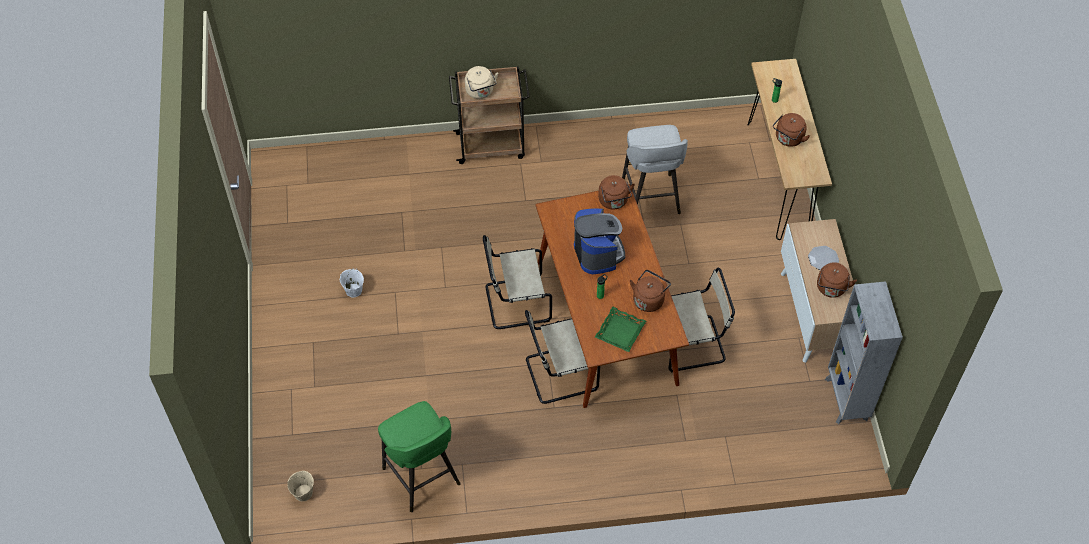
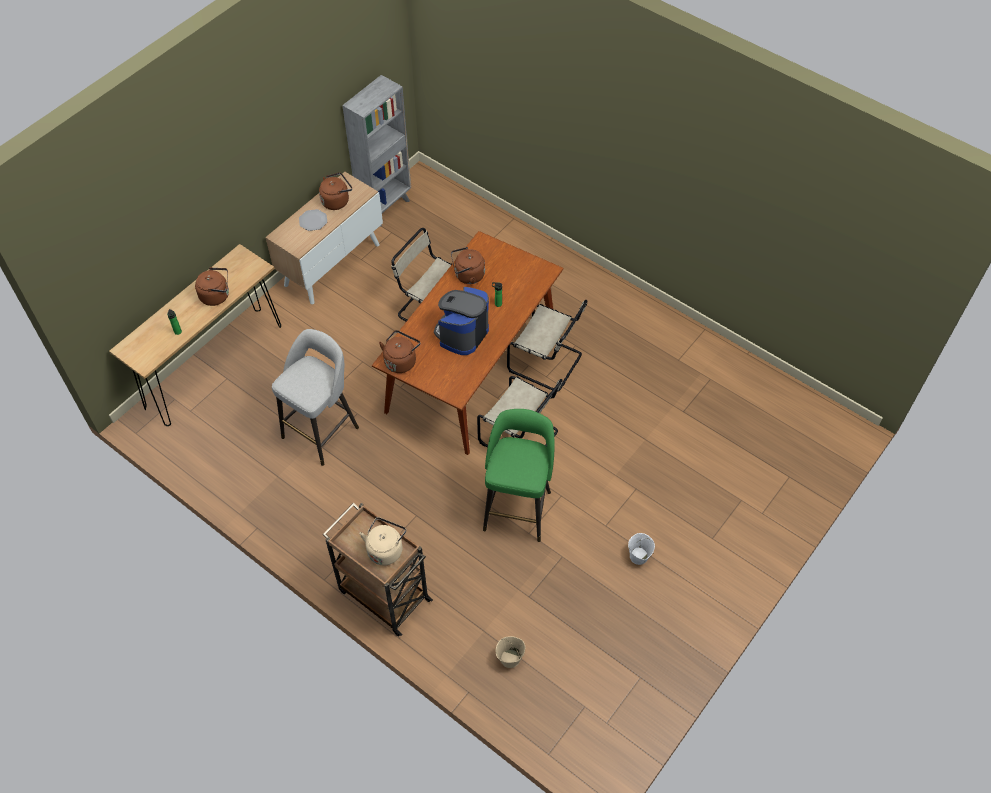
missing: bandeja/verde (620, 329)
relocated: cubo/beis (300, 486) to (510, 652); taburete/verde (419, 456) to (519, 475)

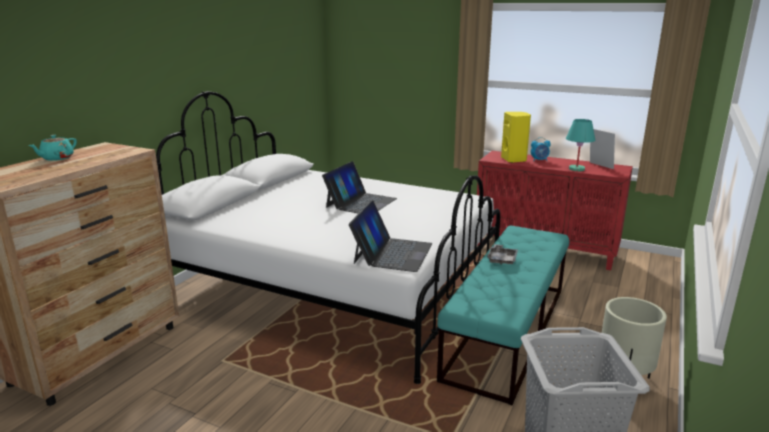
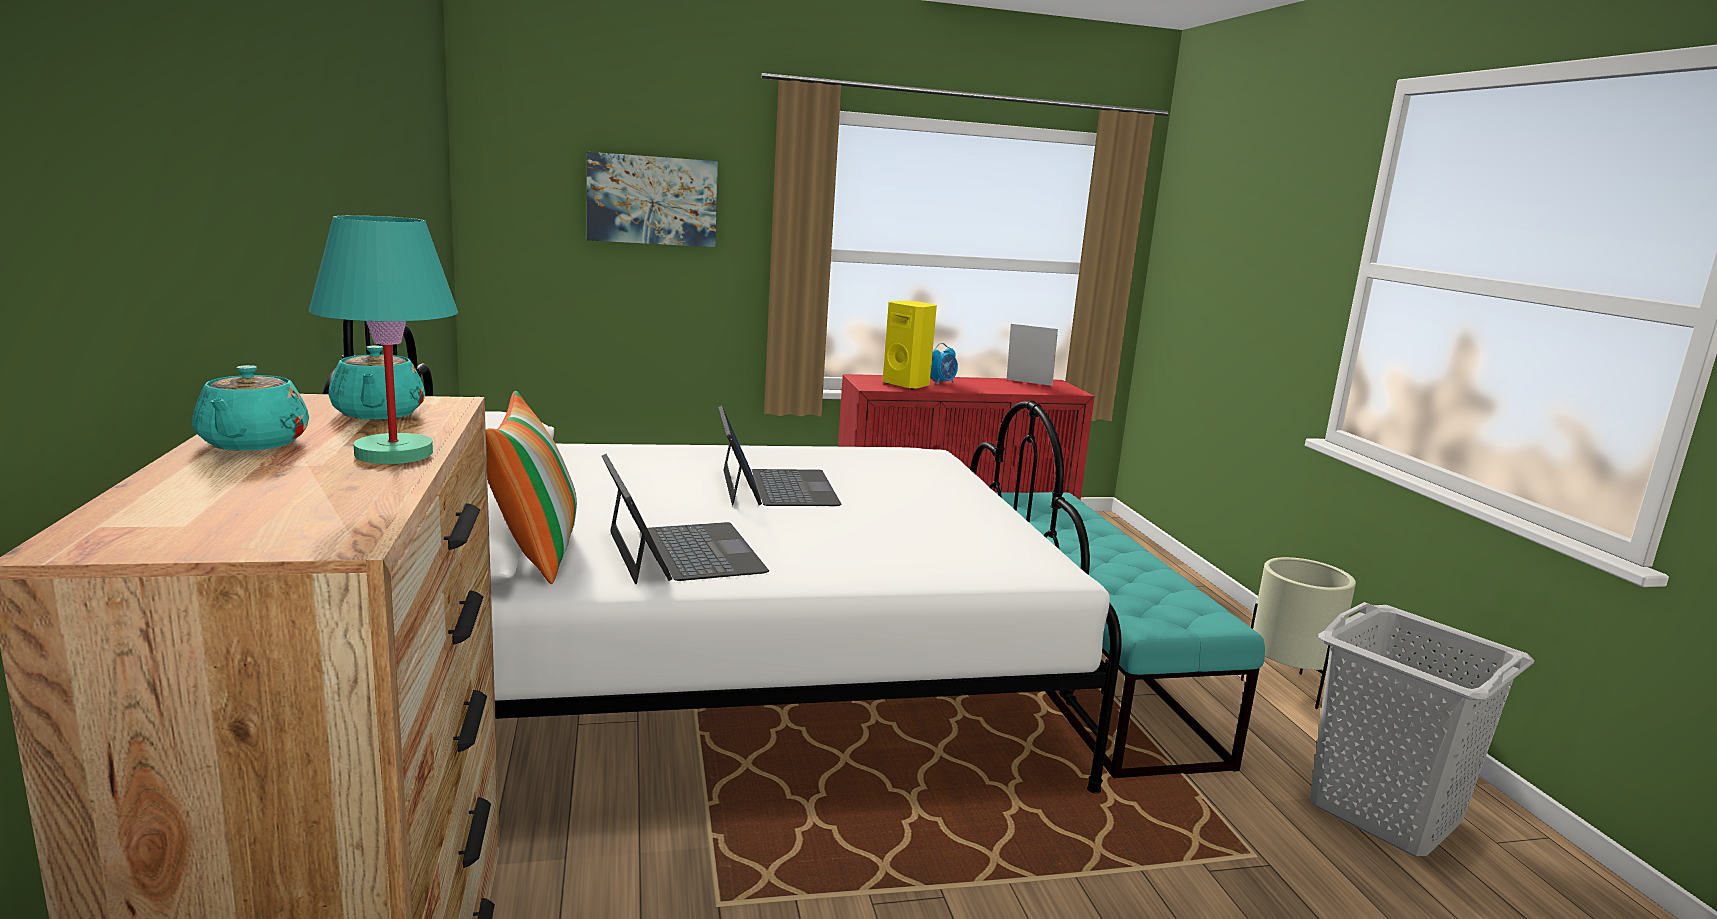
missing: bandeja/gris (502, 254)
appeared: tetera/turquesa (377, 383); cojín (531, 487); cuadro (652, 199)
relocated: portátil (391, 236) to (685, 519); lámpara de mesa/turquesa (580, 145) to (383, 339)

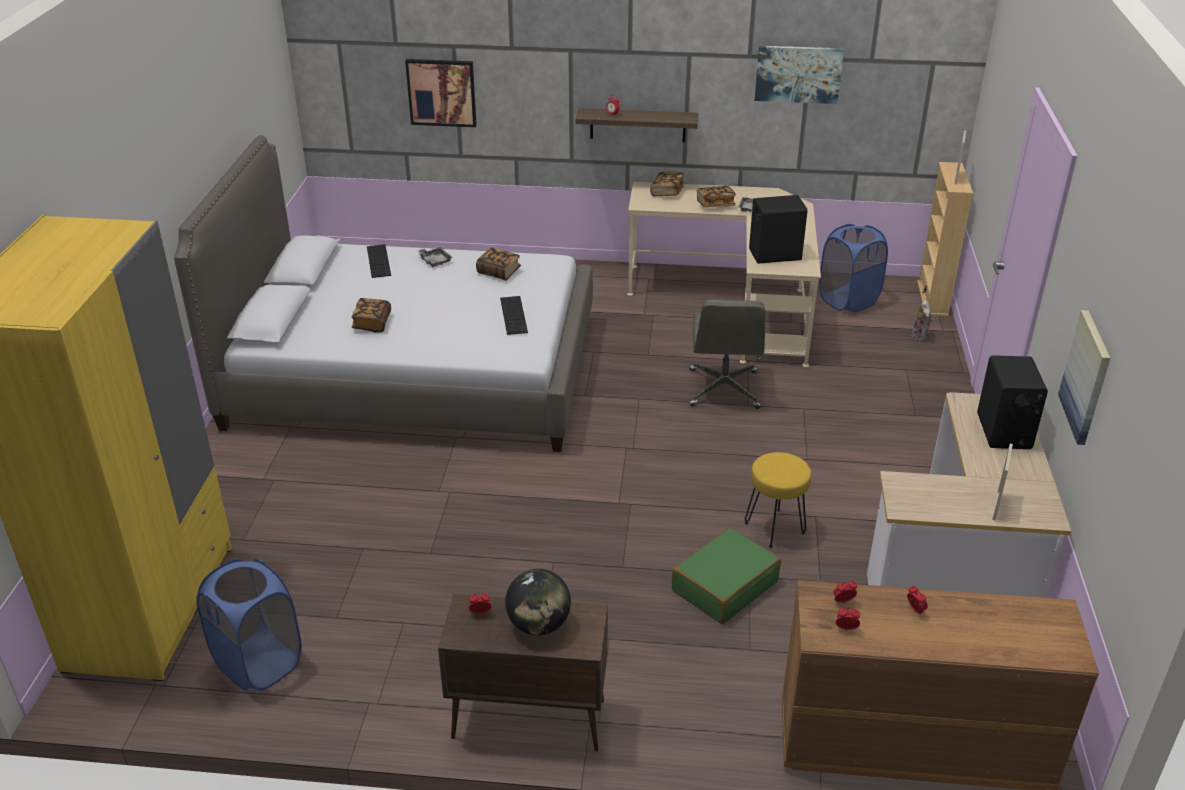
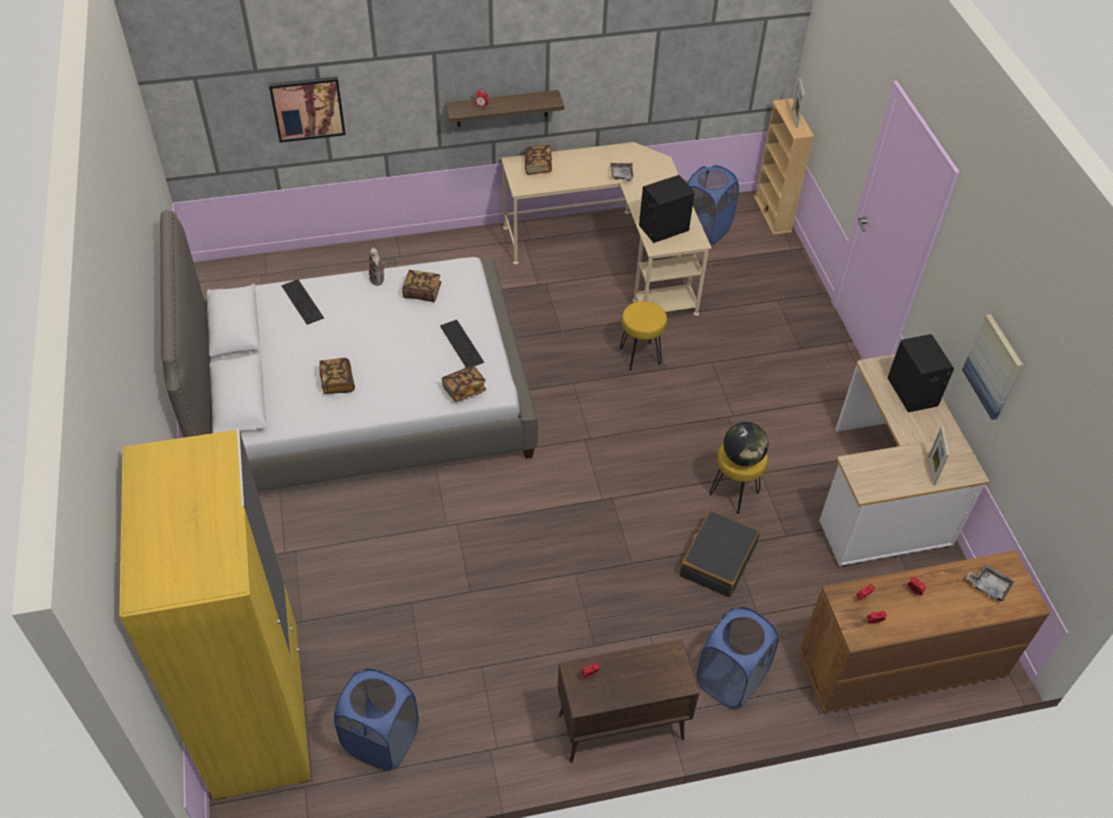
missing: cuadro (799, 74)
appeared: cesto de la ropa/azul (737, 658)
relocated: bandeja/gris (435, 257) to (990, 583); globo terráqueo (538, 602) to (745, 444); libro (716, 196) to (464, 383); peluche (922, 320) to (377, 266)
exchanged: silla de oficina/gris (727, 354) to taburete/amarillo (643, 336)
colour: maleta/verde (726, 575) to maleta/negro (719, 553)

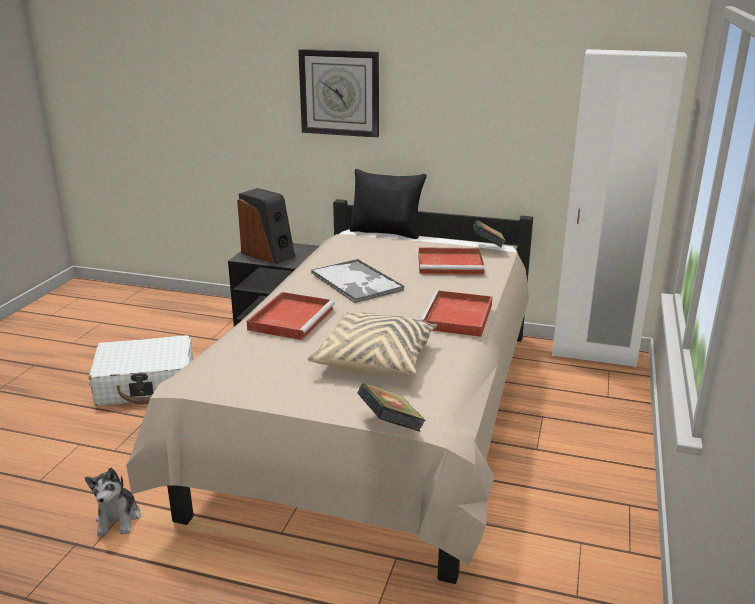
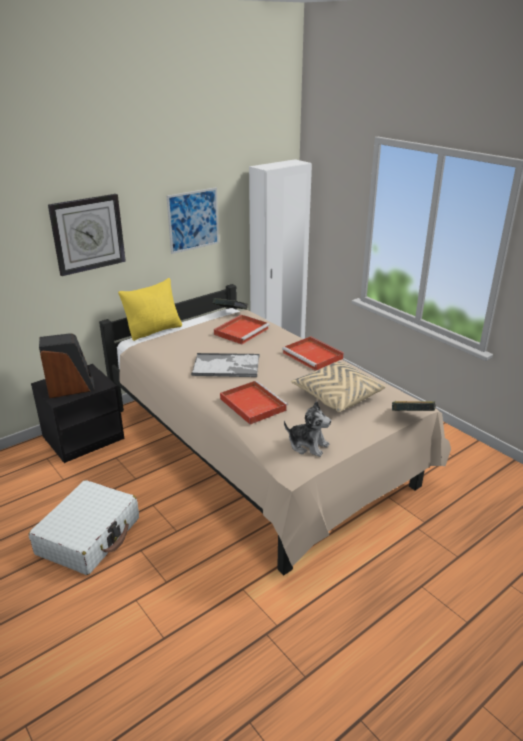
appeared: cuadro (193, 220)
relocated: peluche (113, 502) to (307, 429)
colour: cojín/negro (388, 204) to cojín/amarillo (150, 309)

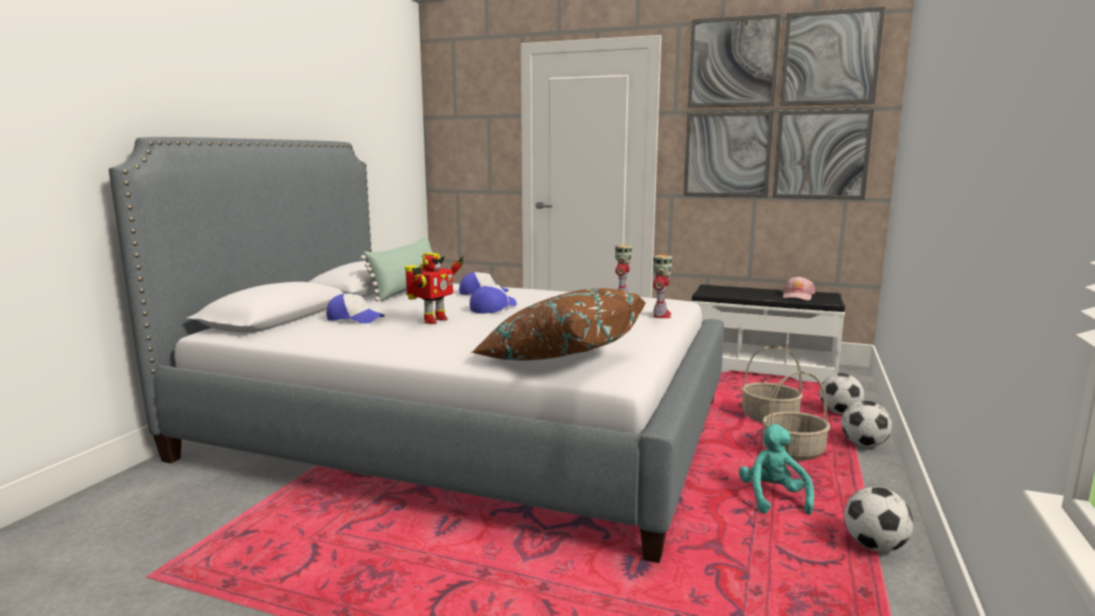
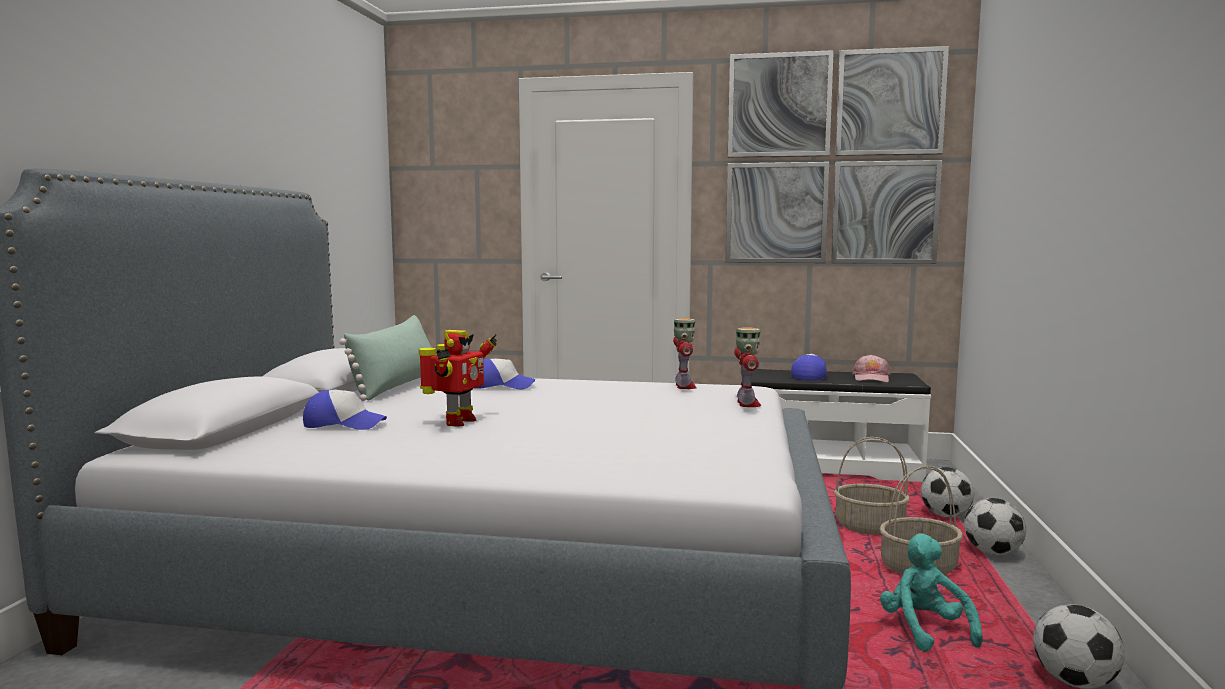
missing: cojín/marrón (558, 324)
relocated: gorra (493, 298) to (809, 367)

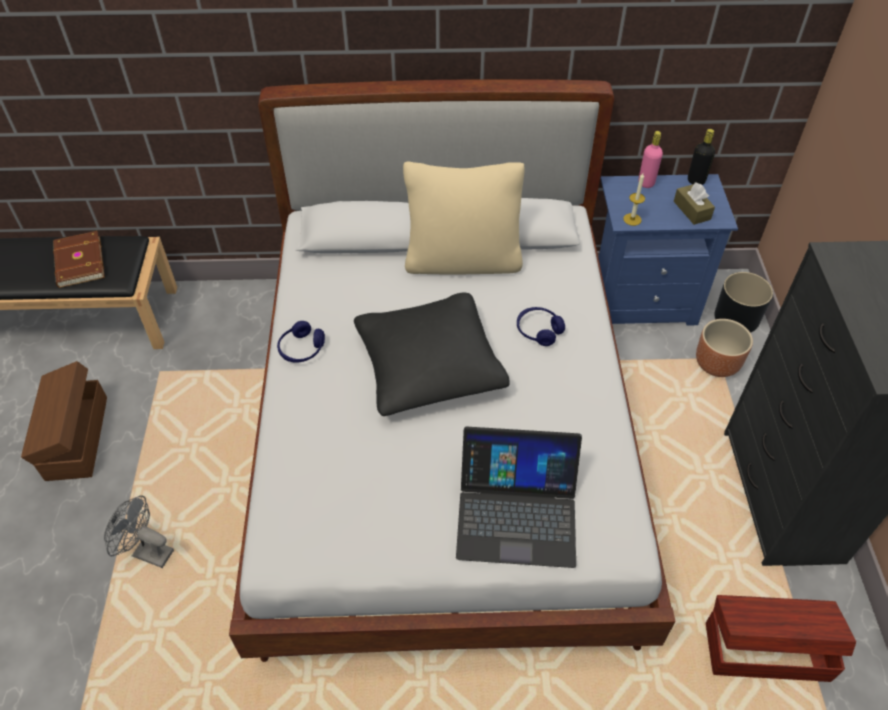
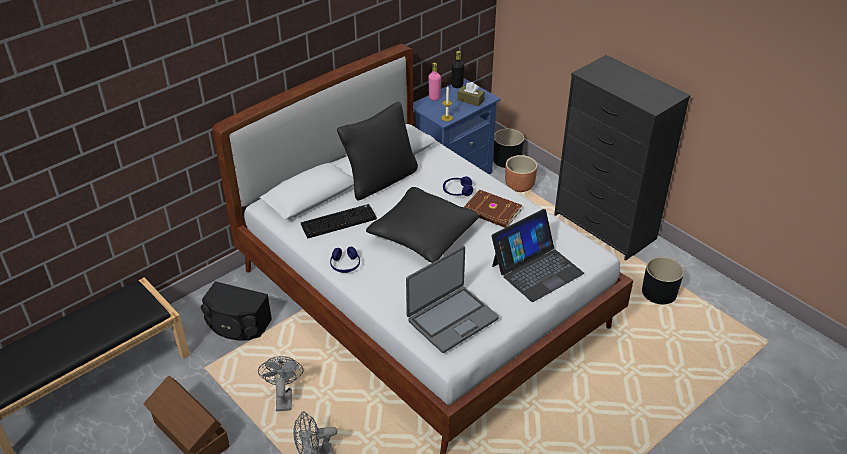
appeared: altavoz/negro (236, 311); ventilador/gris (280, 383); teclado (339, 221); portátil (452, 299)
relocated: libro/marrón (79, 259) to (493, 209)
exchanged: caja de almacenaje/marrón (781, 638) to maceta/negro (663, 280)
colour: cojín/beis (464, 217) to cojín/negro (377, 151)

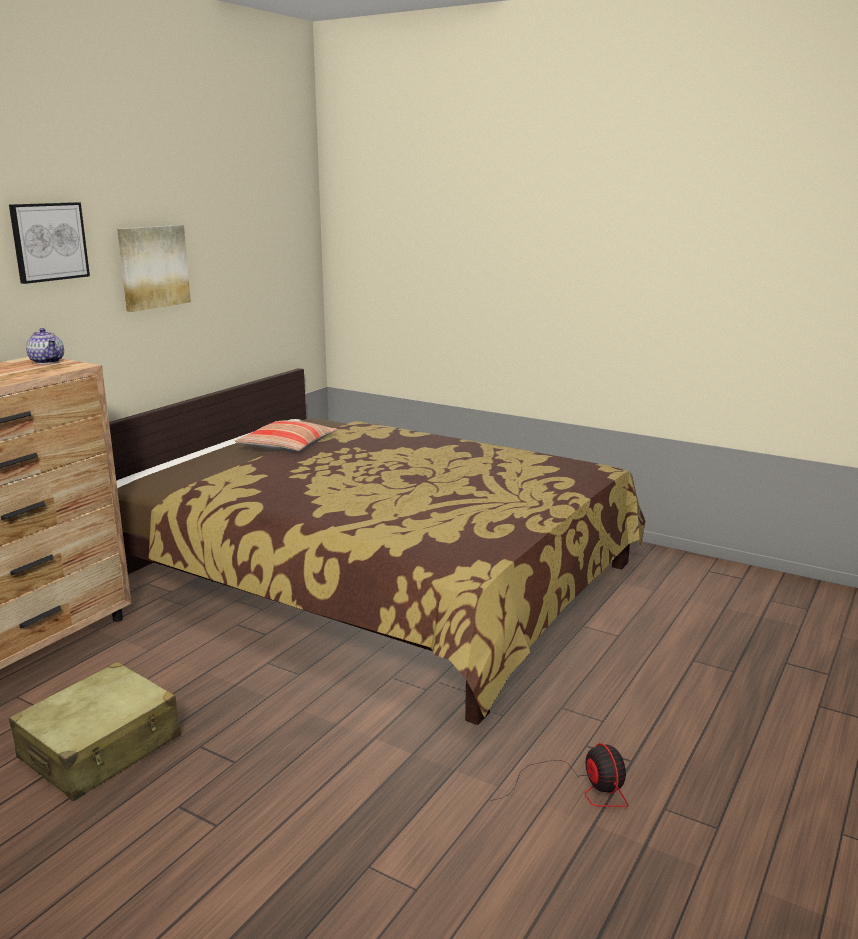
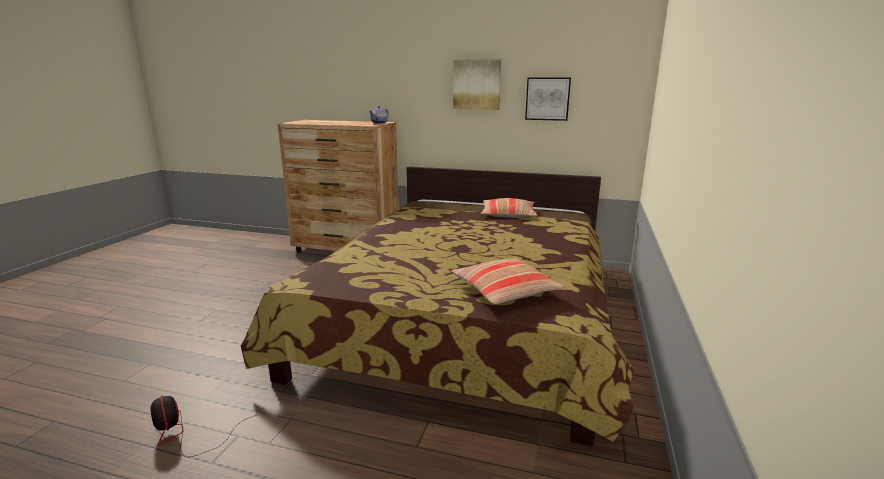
missing: maleta/beis (95, 731)
appeared: cojín (508, 281)
relocated: cuadro (49, 243) to (548, 99)
spun: ventilador (559, 775) = (203, 426) 90 degrees clockwise

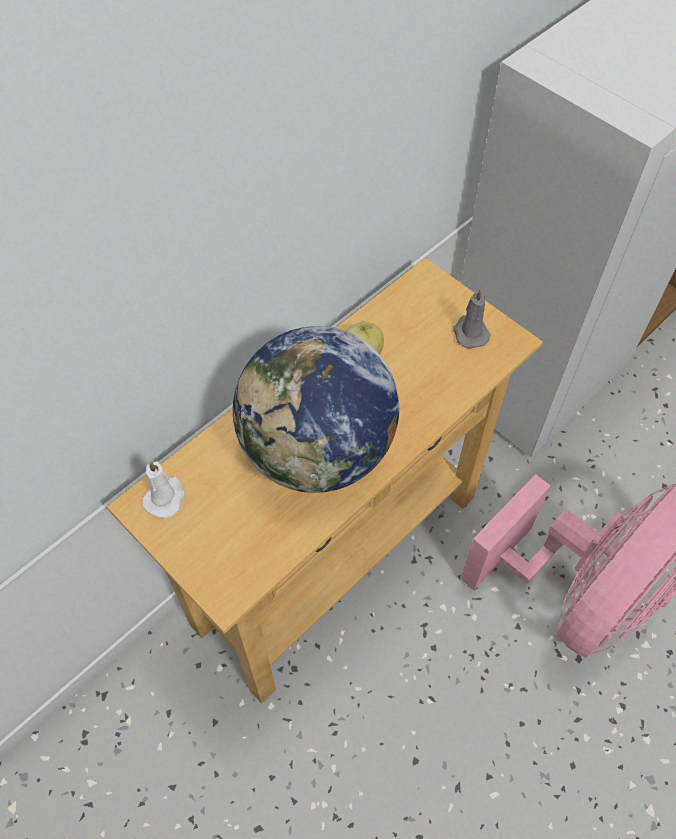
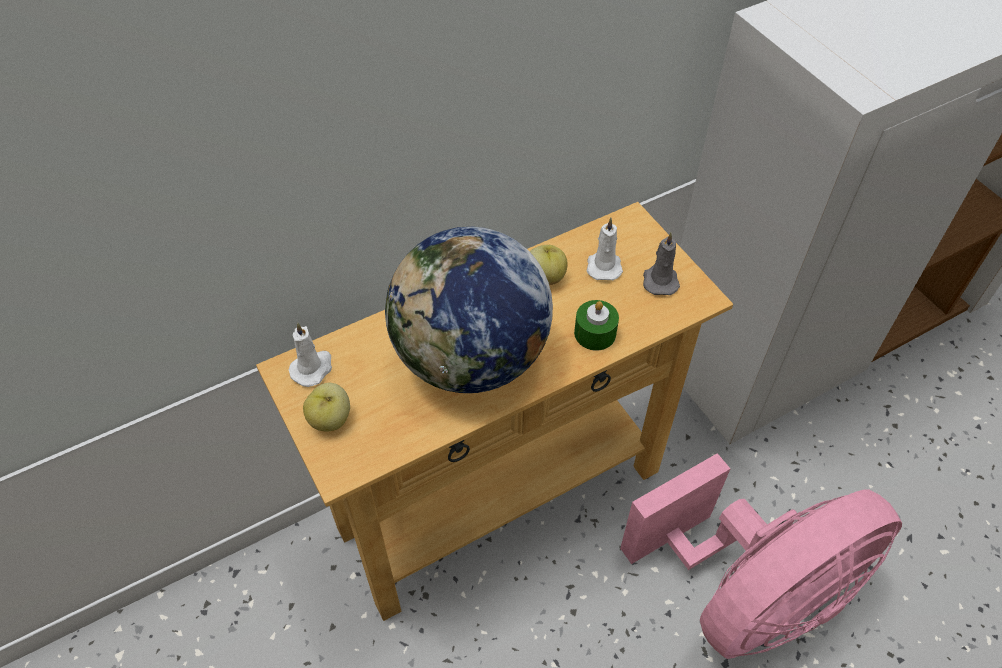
appeared: manzana (326, 407); vela/verde (596, 325); vela/blanco (605, 249)

